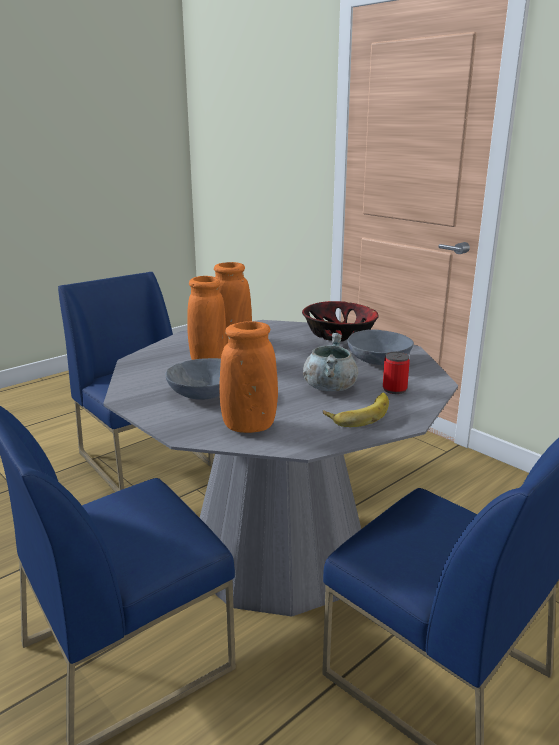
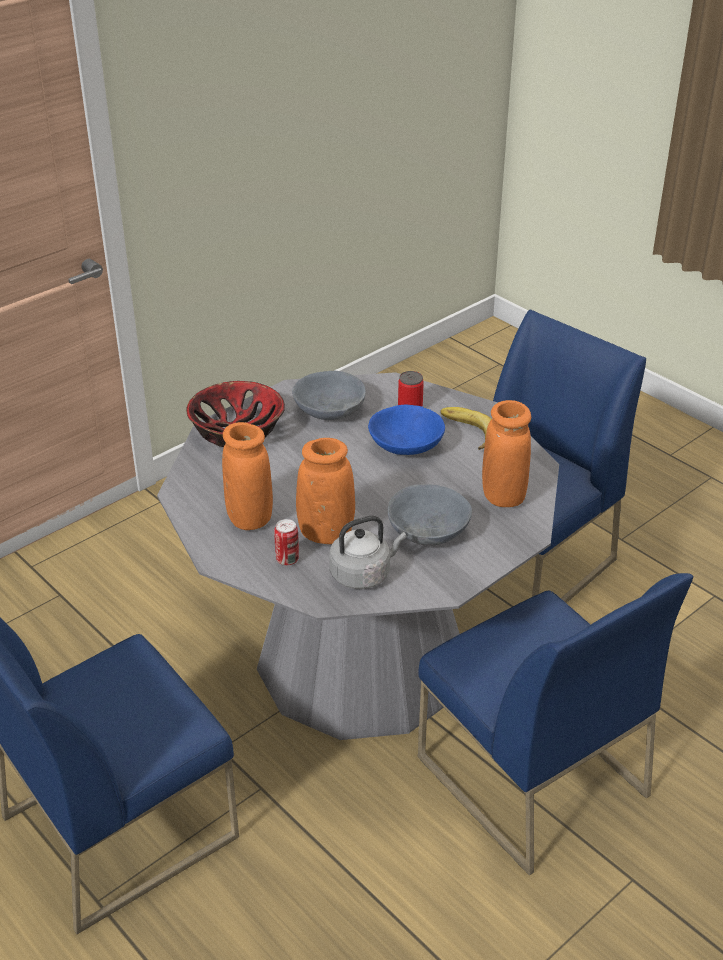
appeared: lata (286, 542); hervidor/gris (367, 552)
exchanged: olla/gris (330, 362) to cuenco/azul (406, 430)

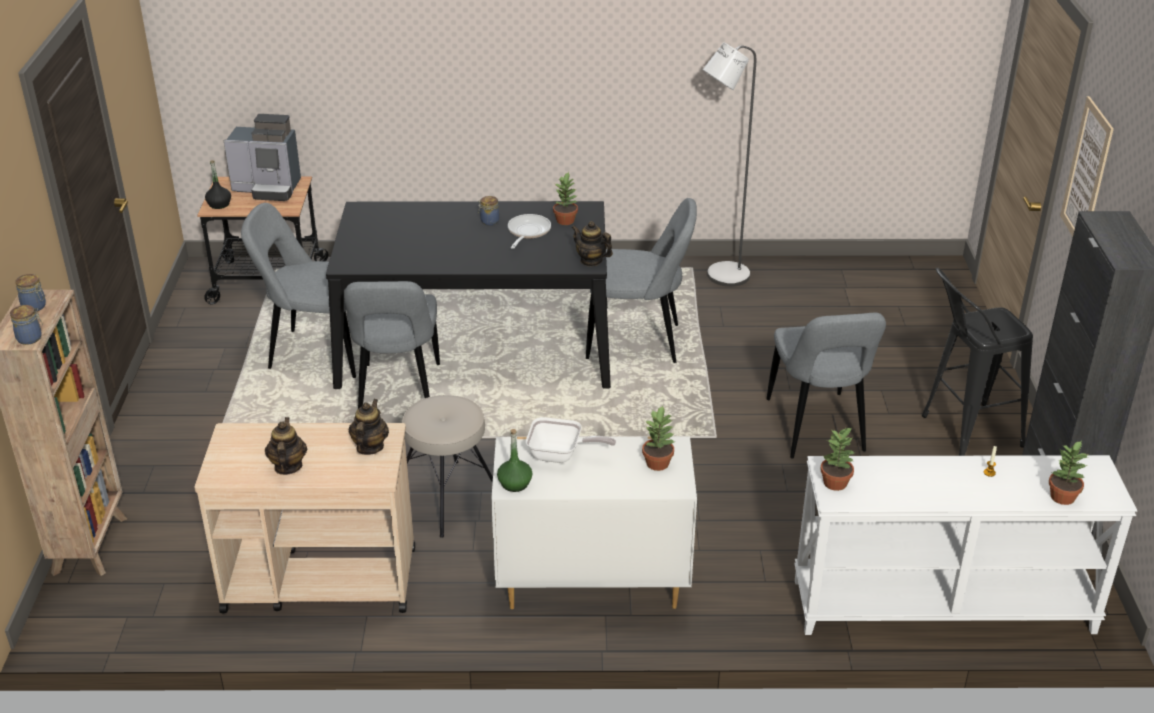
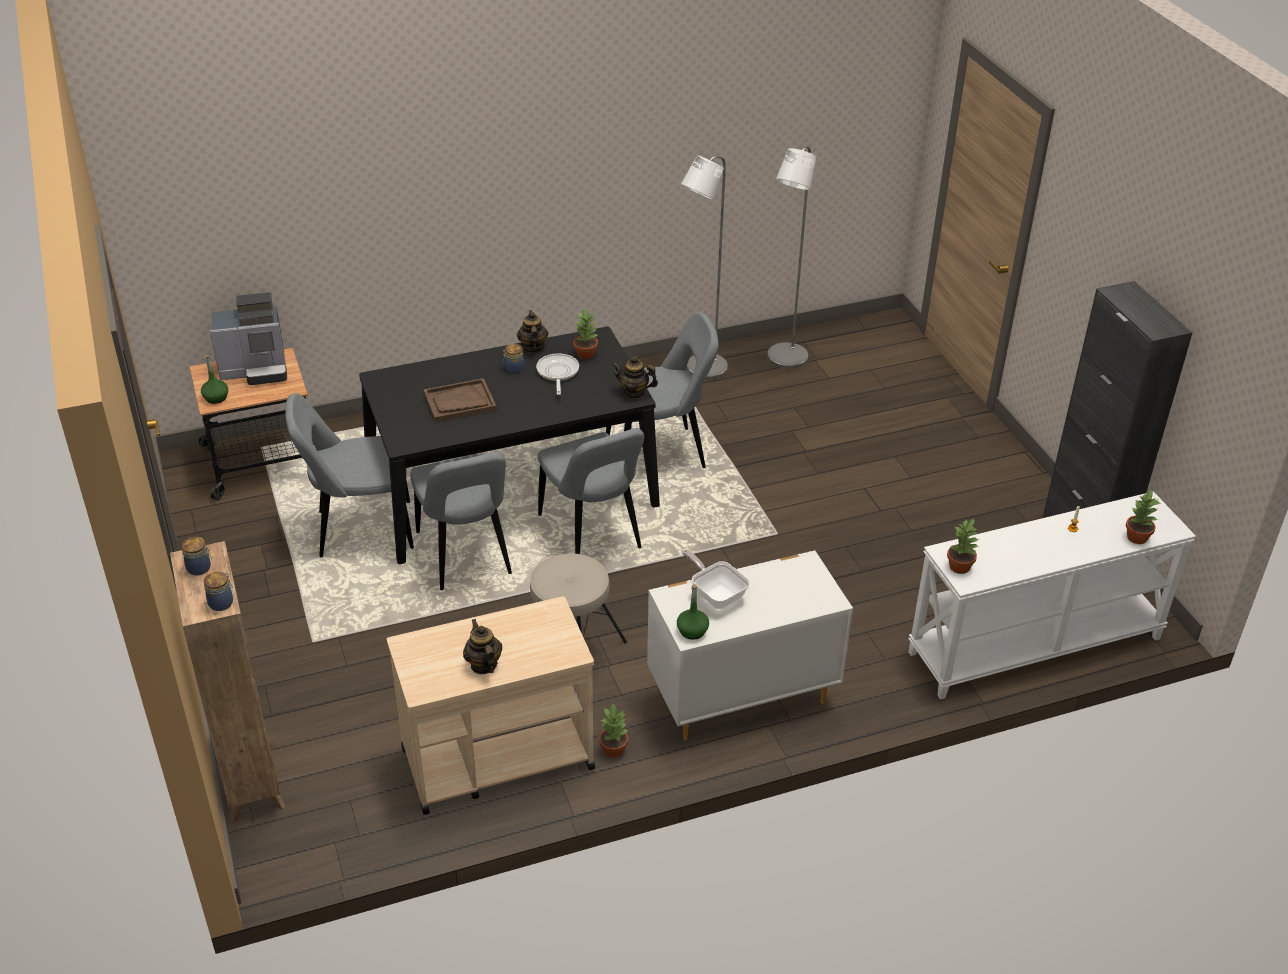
missing: taburete/negro (977, 362); cuadro (1087, 166)
appeared: bandeja/marrón (460, 400); lámpara de pie/gris (791, 257)
relocated: tetera (369, 427) to (532, 331); planta en maceta (658, 438) to (613, 730); silla/gris (826, 385) to (591, 491)
colour: botella/negro (218, 184) to botella/verde (214, 379)
spun: sartén (571, 440) = (716, 579) 120 degrees counterclockwise

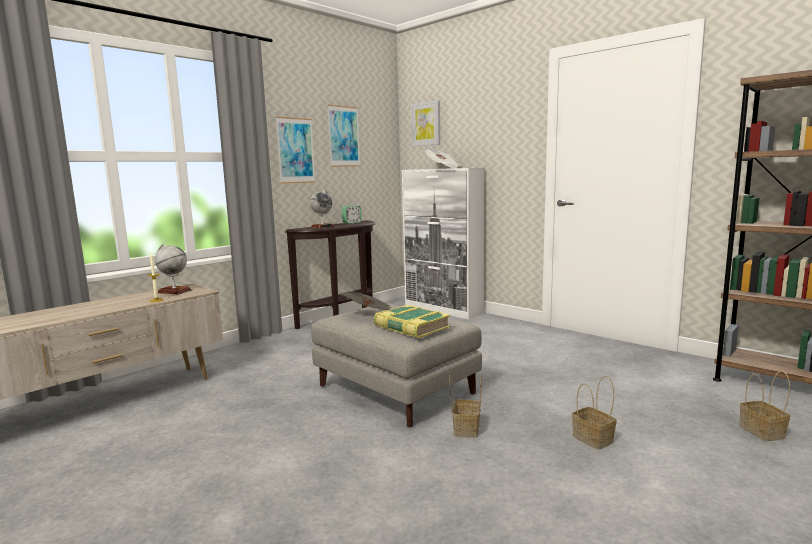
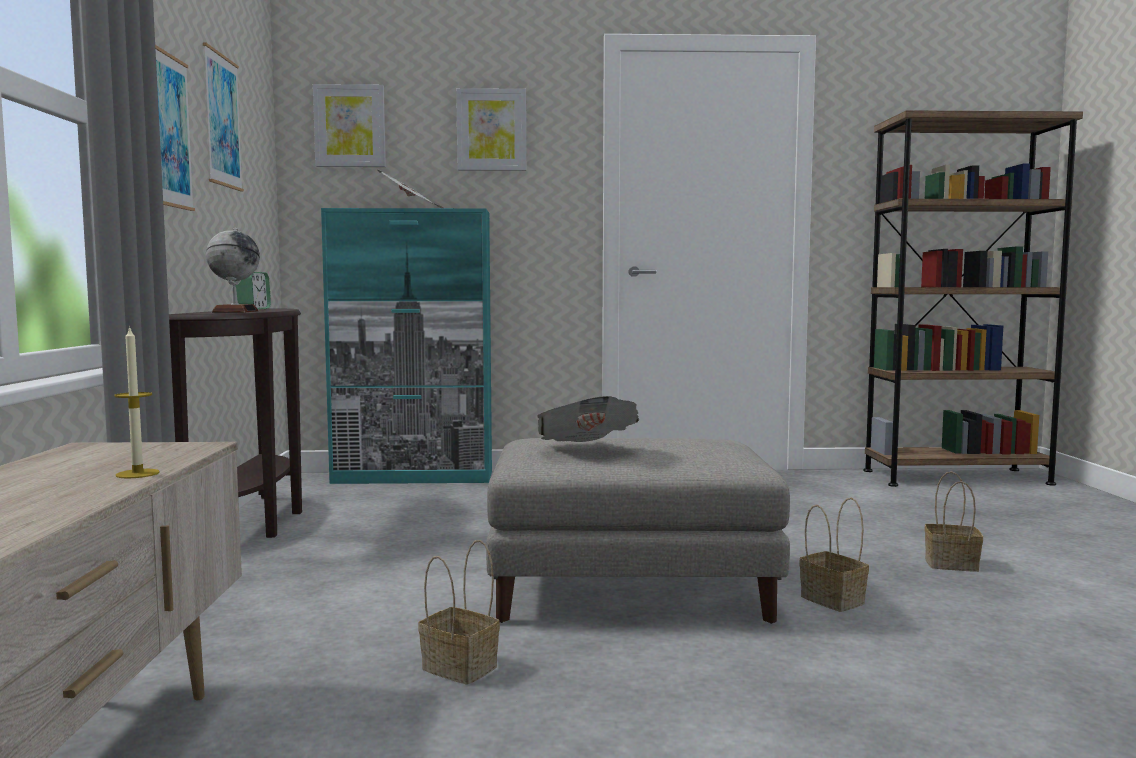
missing: globo terráqueo (173, 269); libro (411, 321)
appeared: cuadro (491, 129)
relocated: cesta (765, 406) to (459, 612)
colour: armario/blanco (443, 243) to armario/turquesa (406, 346)

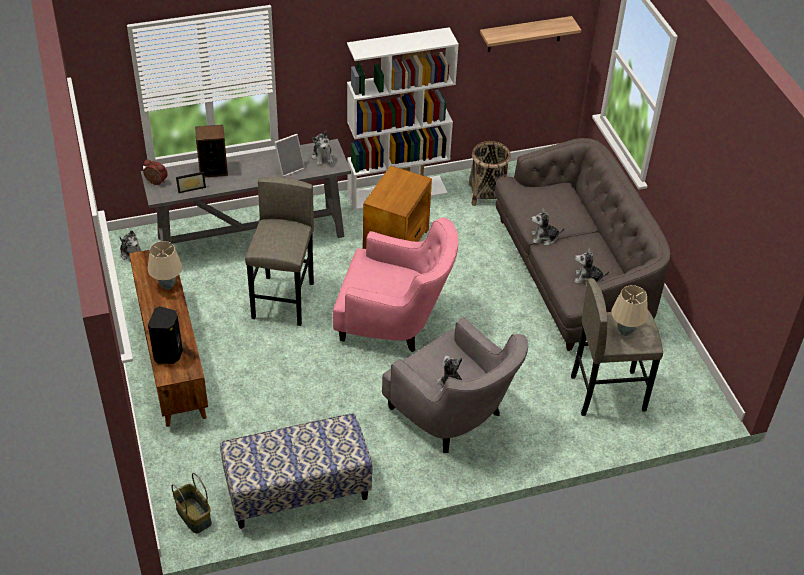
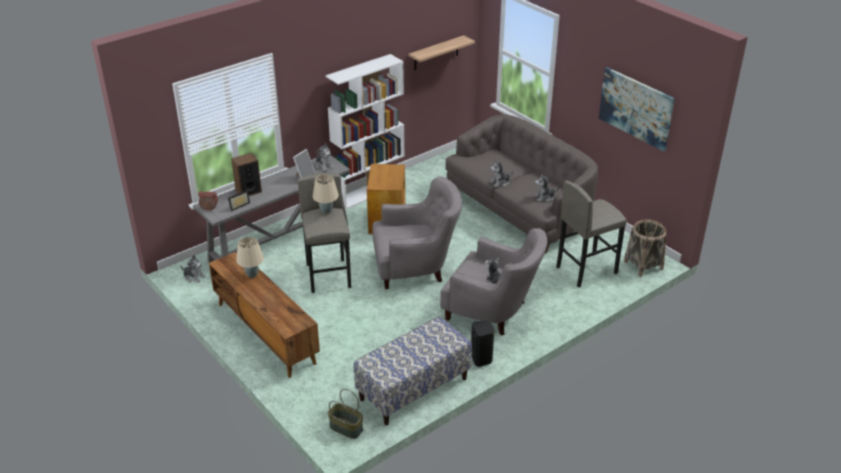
appeared: cuadro (637, 109)
relocated: altavoz/negro (165, 335) to (482, 344); cesta (490, 173) to (645, 248); lámpara de mesa/beis (629, 310) to (326, 194)
colour: sillón/rosa (395, 284) to sillón/gris (417, 232)

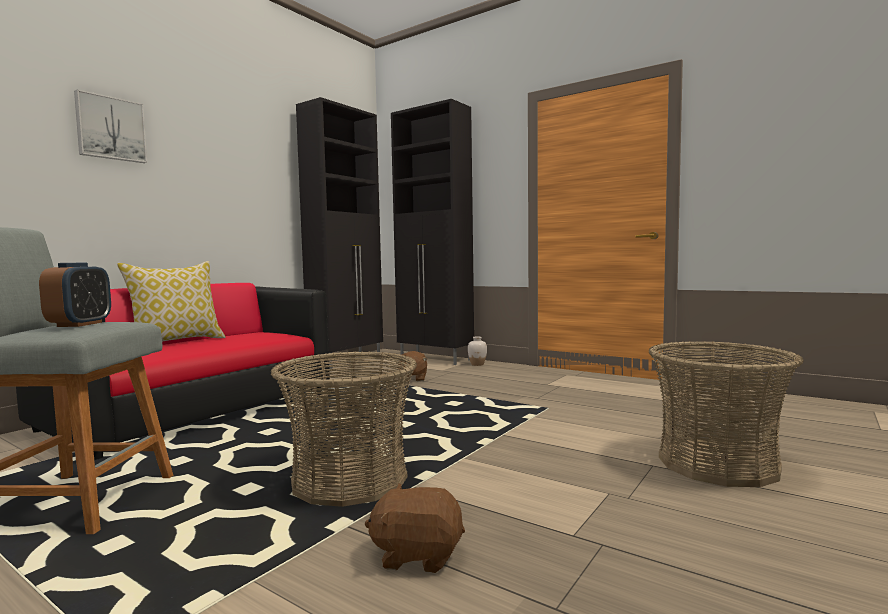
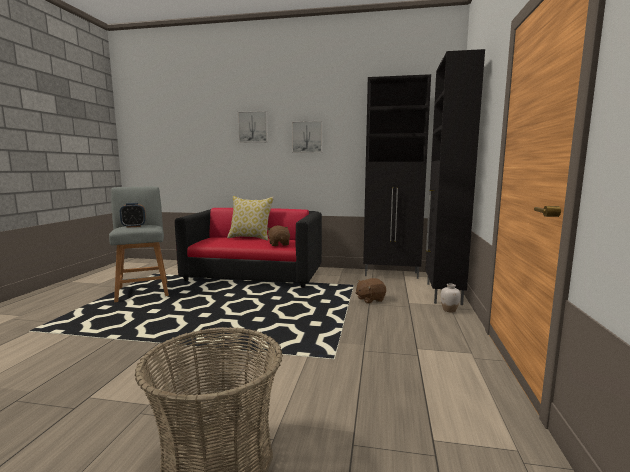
missing: cesta (344, 429)
appeared: cuadro (307, 137)
relocated: peluche/marrón (415, 528) to (278, 235)

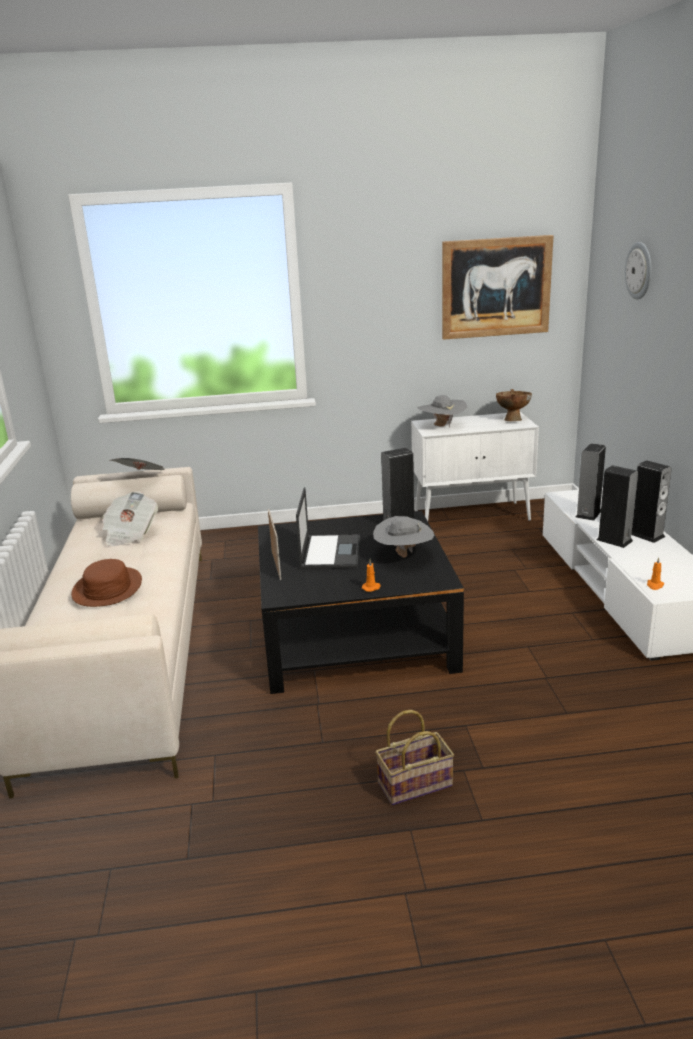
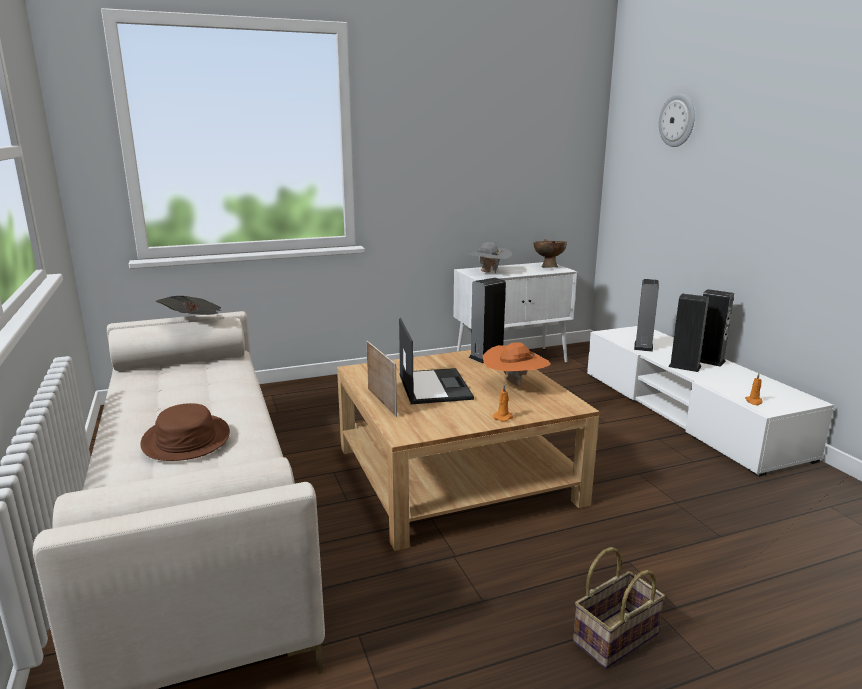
missing: periódico (130, 518); cuadro (498, 287)
colour: mesa de centro/negro (361, 602) to mesa de centro/beis (468, 450); sombrero/gris (403, 537) to sombrero/naranja (517, 364)

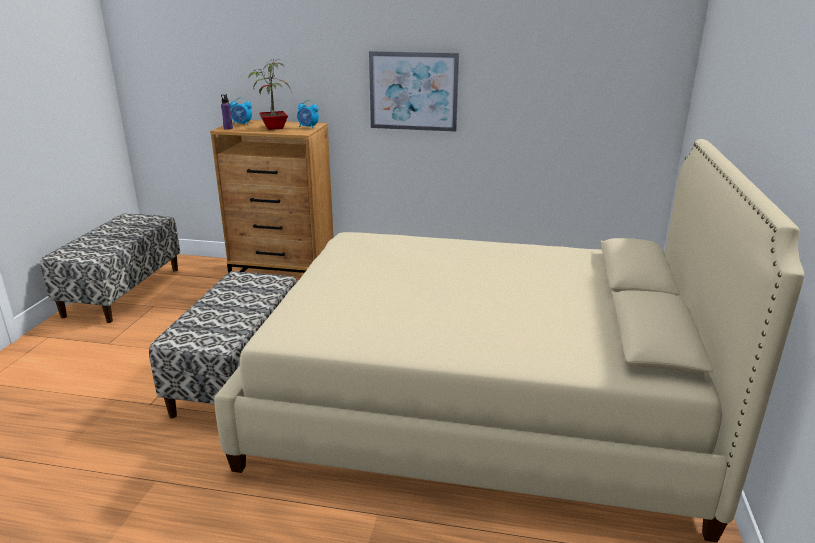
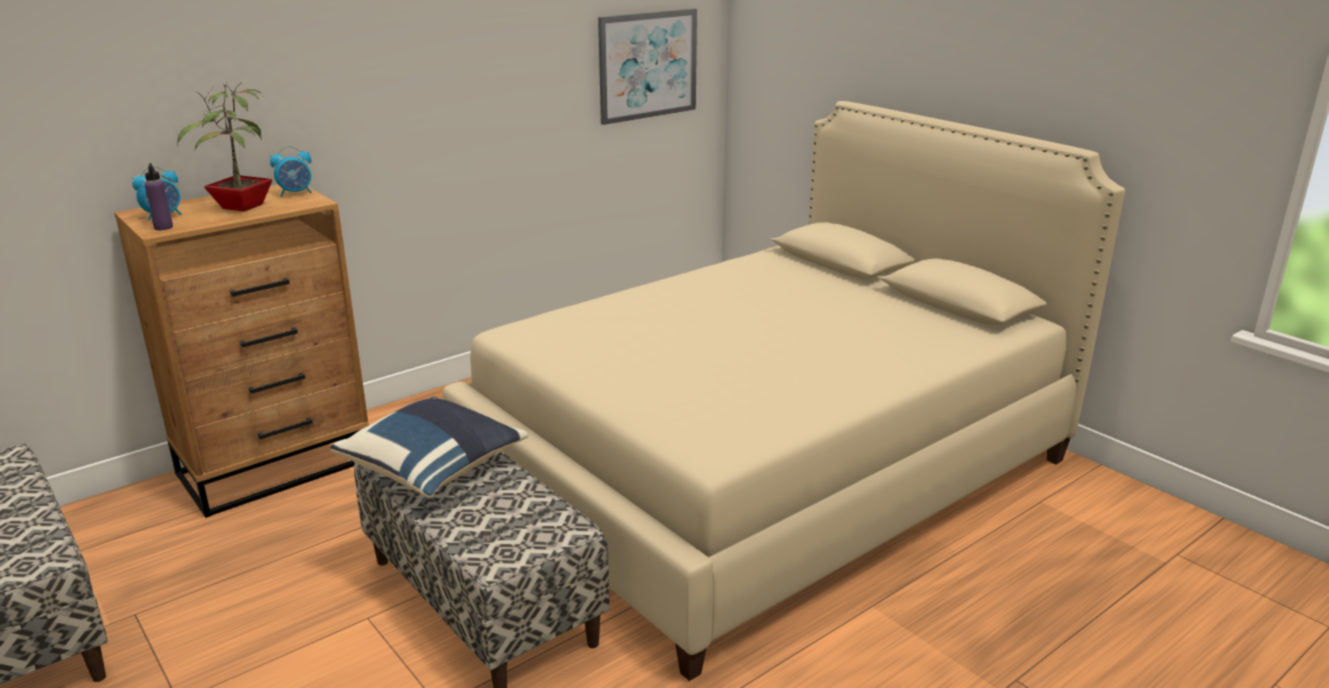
appeared: cojín/azul (429, 447)
relocated: cuadro (414, 91) to (647, 67)

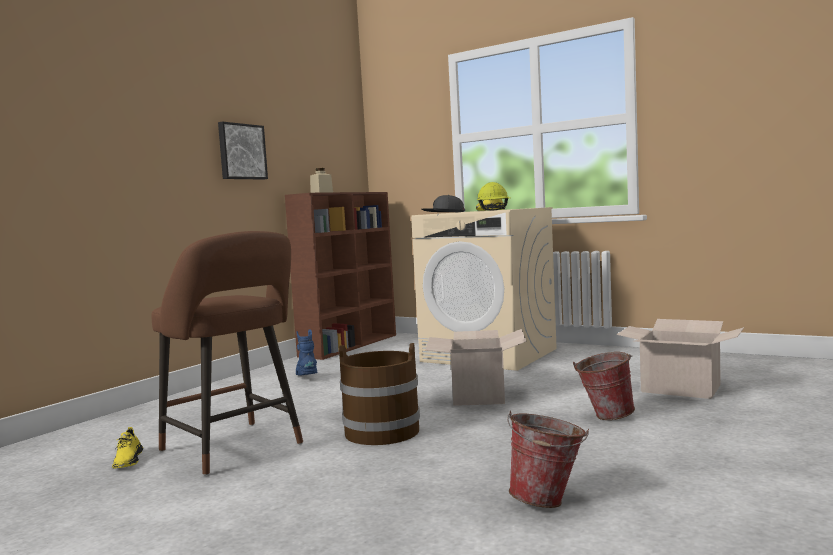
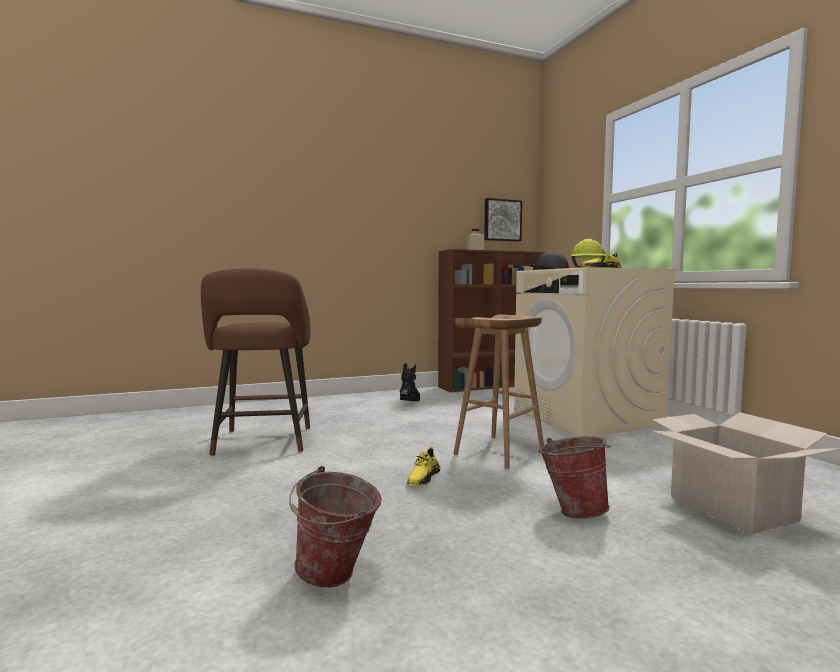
missing: cubo/marrón (379, 394)
relocated: zapato/amarillo (127, 448) to (423, 466); cuadro (243, 151) to (503, 219)
exchanged: caja de cartón (476, 367) to taburete/marrón (498, 392)
colour: bota/azul (306, 352) to bota/negro (410, 382)

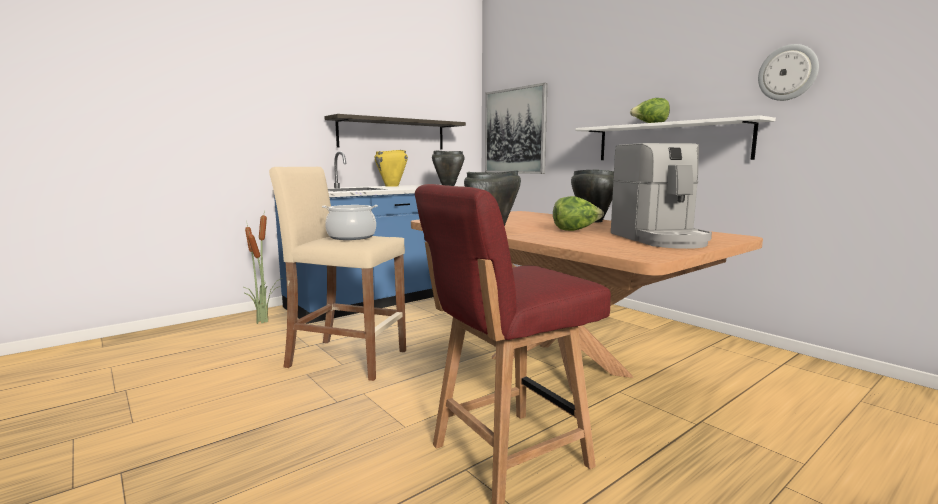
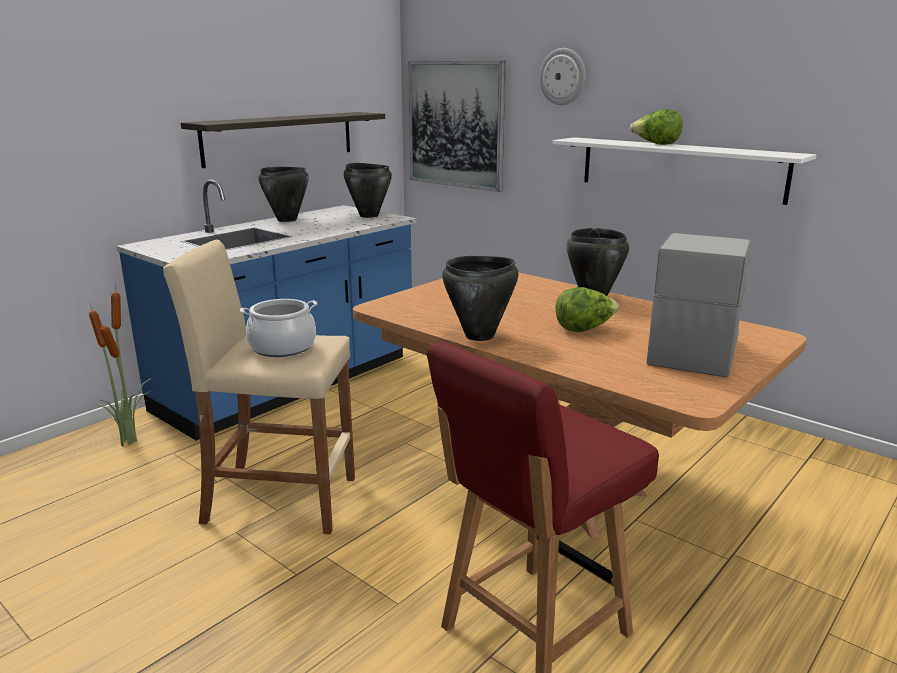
relocated: reloj de pared (788, 72) to (562, 76)
colour: olla/amarillo (391, 168) to olla/negro (284, 194)
spun: cafetera (661, 196) = (699, 305) 135 degrees counterclockwise

